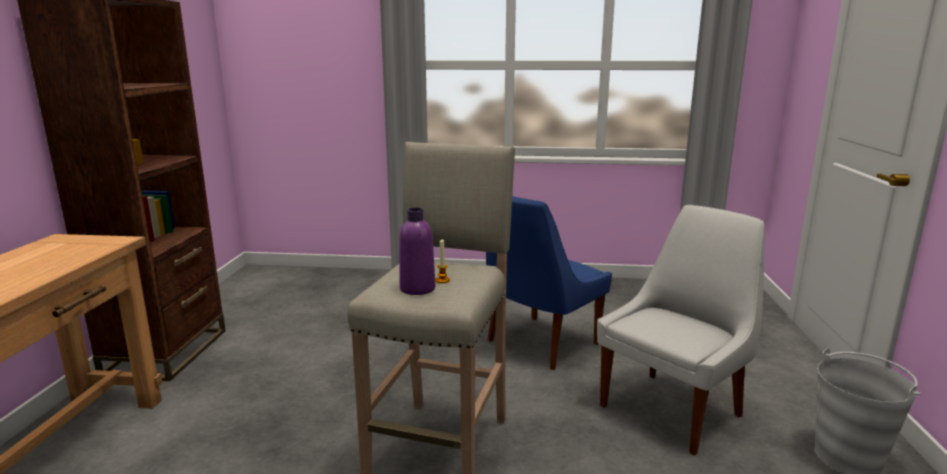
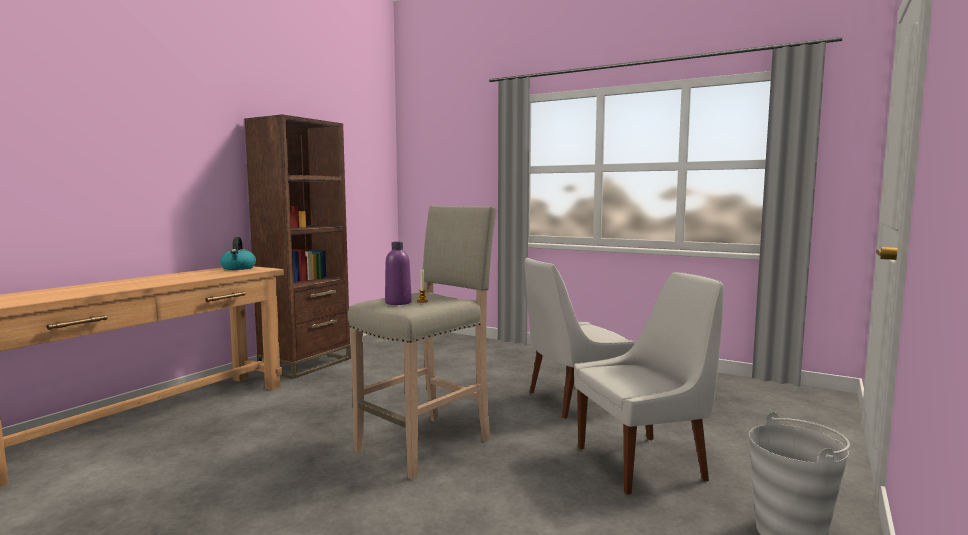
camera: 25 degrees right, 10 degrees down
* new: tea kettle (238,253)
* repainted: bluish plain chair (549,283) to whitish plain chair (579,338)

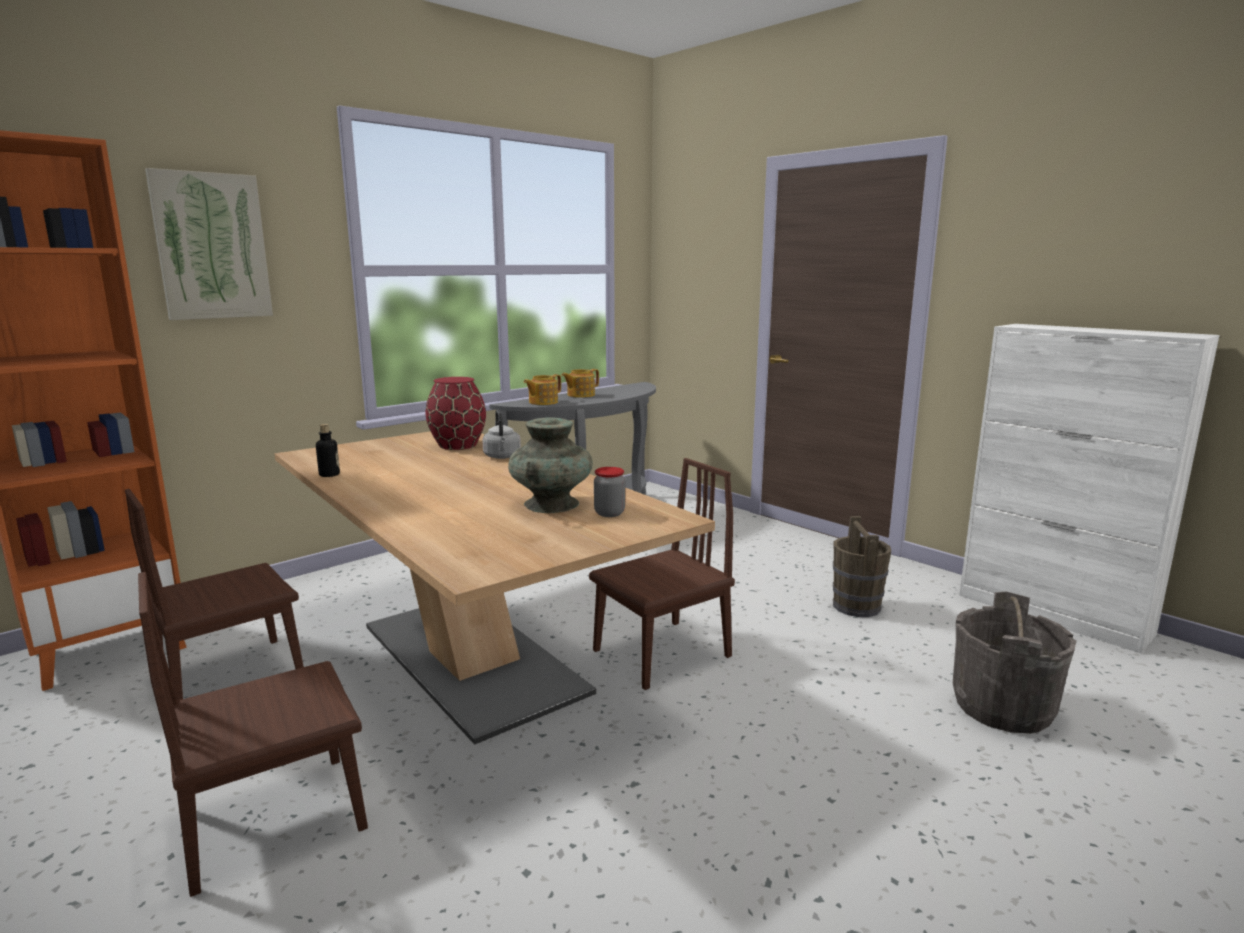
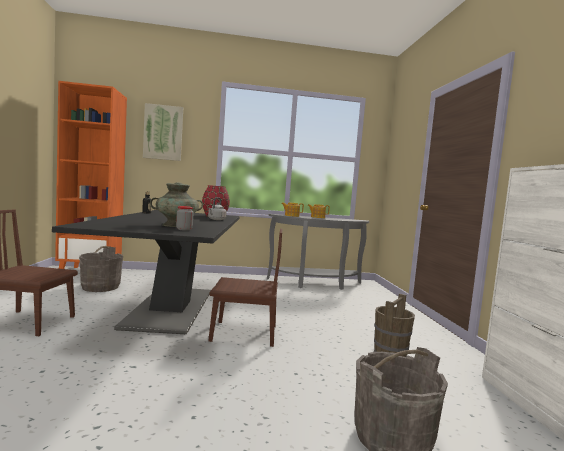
camera: 35 degrees right, 10 degrees down
* repainted: beige-coloured dinner table (495,588) to black-coloured dinner table (146,272)
* swapped: brown-coloured plain chair (214,594) to grey bucket (101,269)

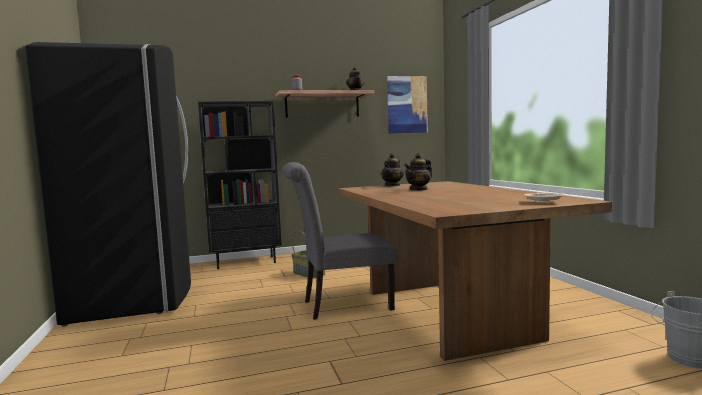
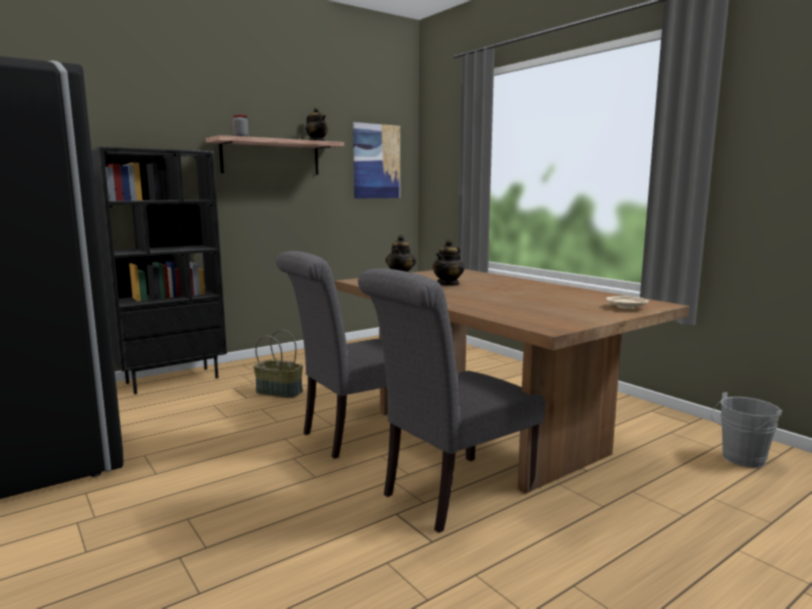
camera: 20 degrees left, 5 degrees up
* new: grey plain chair (451,400)

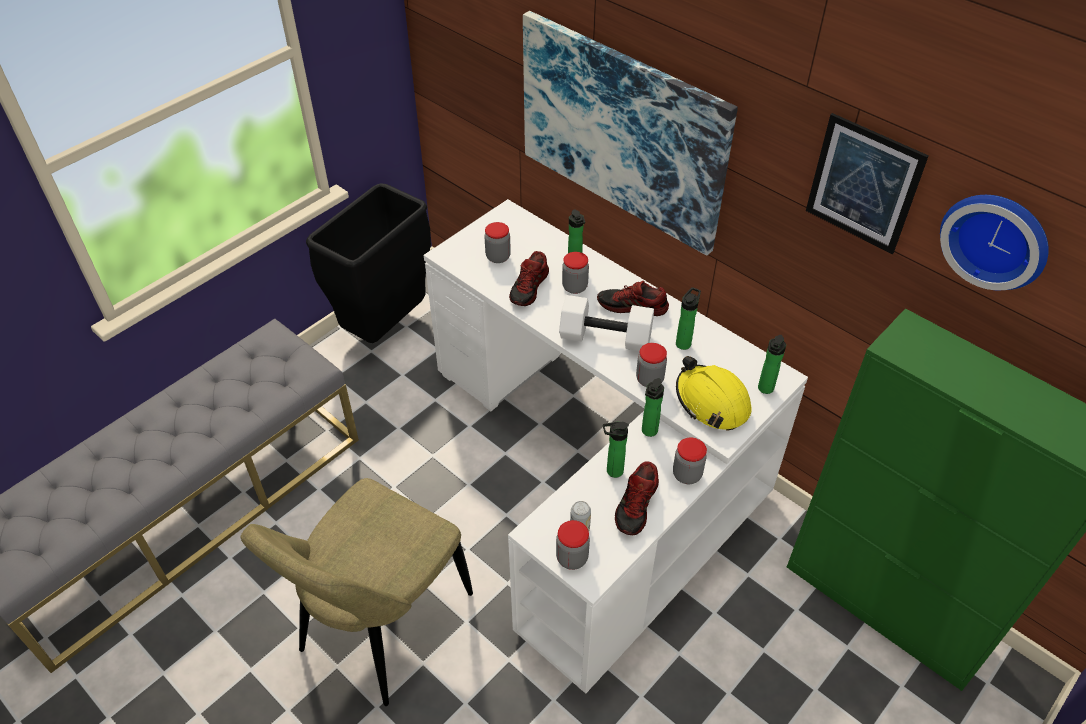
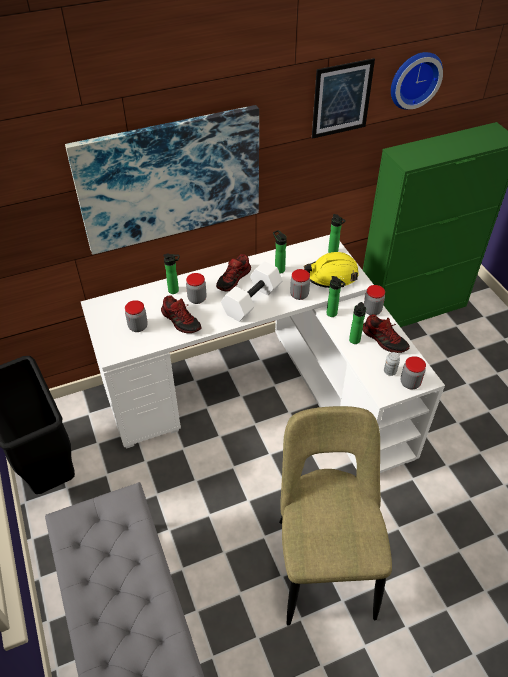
camera: 65 degrees left, 0 degrees up
* rotated: beige-coloured plain chair (357,592) = (335,516) 150 degrees counterclockwise

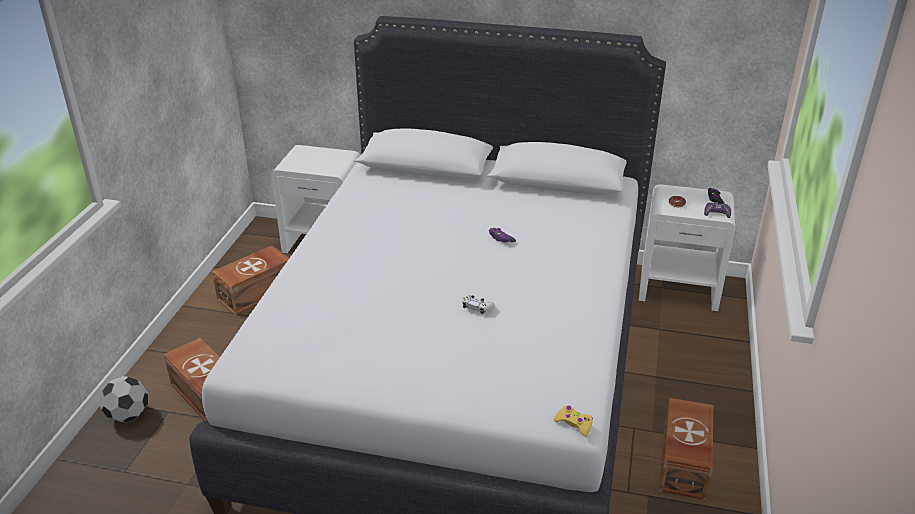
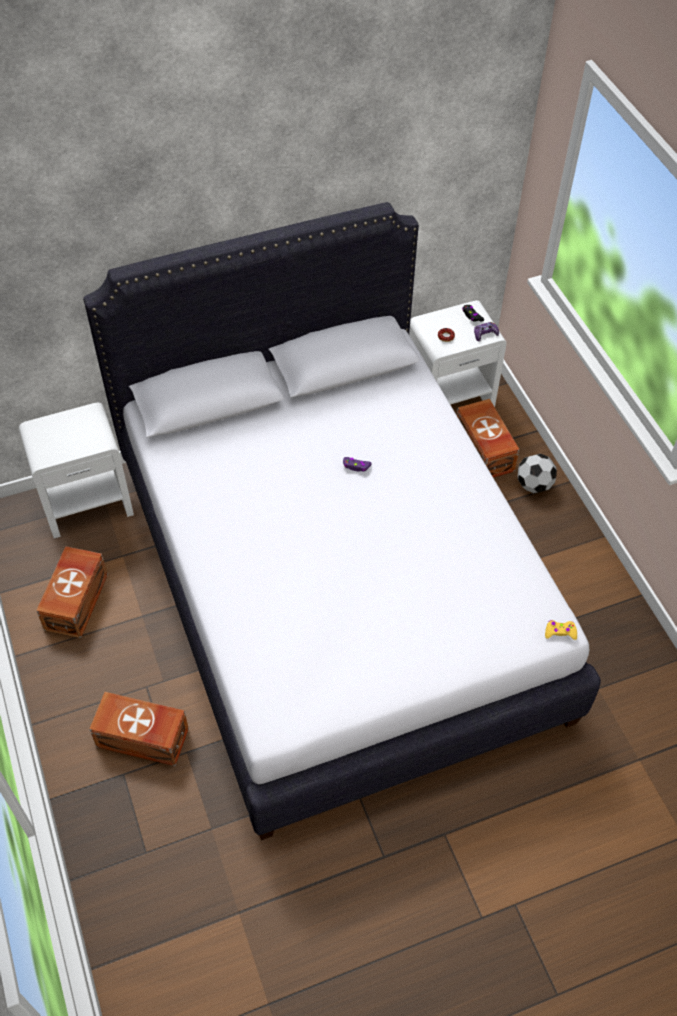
camera: 35 degrees left, 20 degrees up
* shifted: brown-coloured storage container (686,449) to (488,438)
* shifted: football (124,399) to (537,473)
* gone: whitish game controller (478,304)

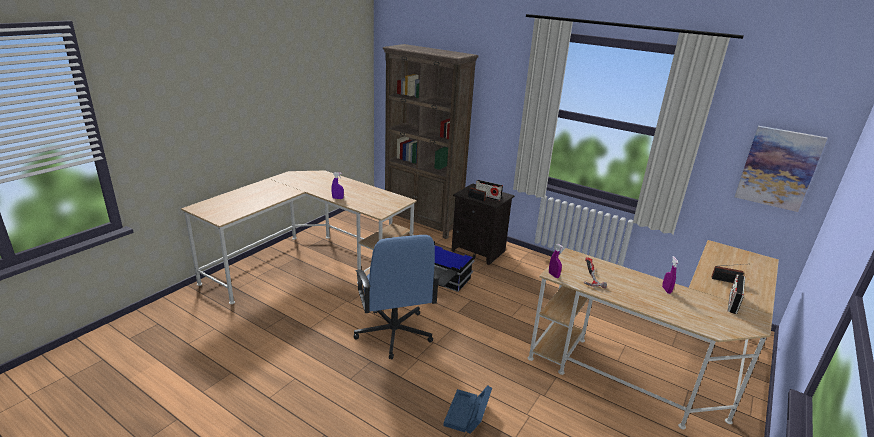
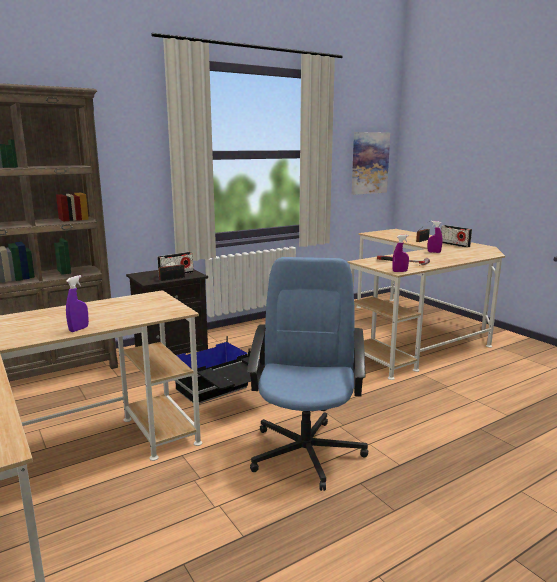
camera: 65 degrees left, 10 degrees down
* rotated: bluish desk chair (397,297) = (307,374) 90 degrees counterclockwise
* gone: bluish storage container (467,409)

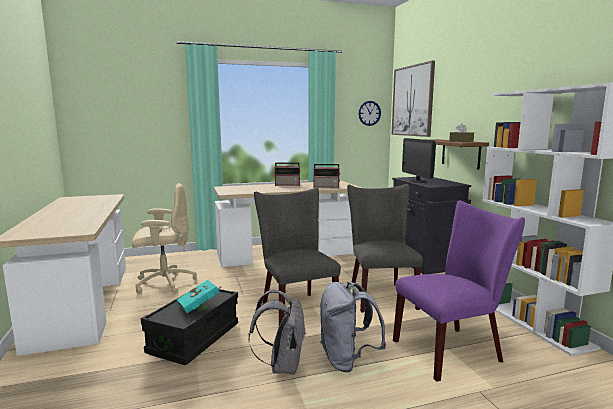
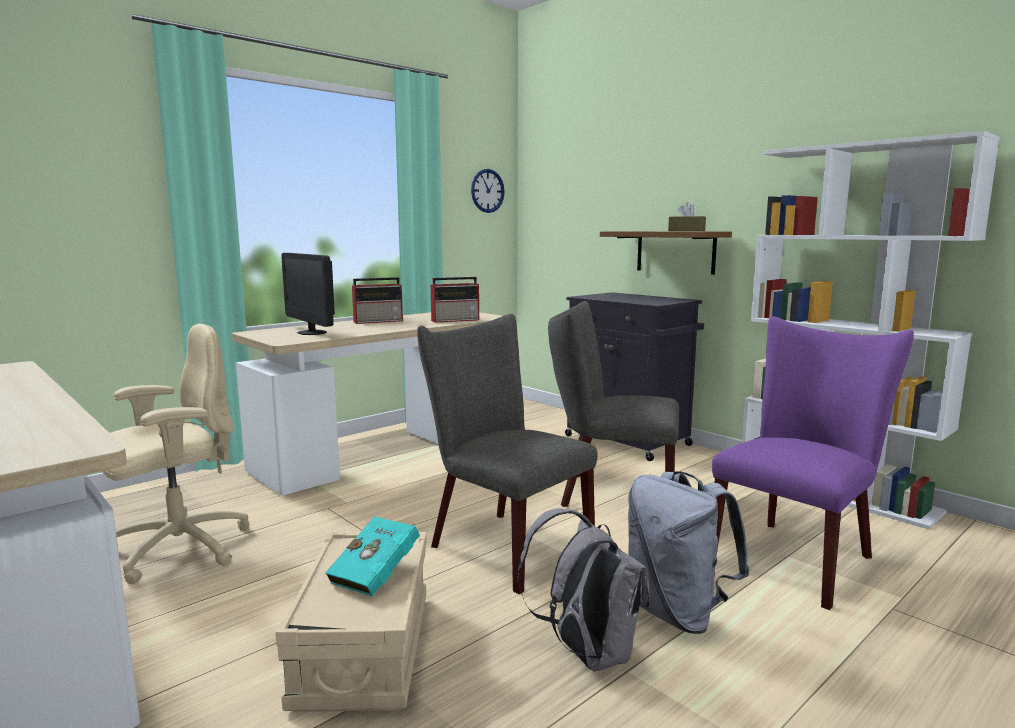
camera: 25 degrees left, 0 degrees up
* repainted: black-coloured storage container (189,325) to beige-coloured storage container (351,622)
* shifted: computer display (419,160) to (308,294)
* rotated: grey plain chair (385,248) = (613,404) 45 degrees counterclockwise
* gone: picture (413,99)

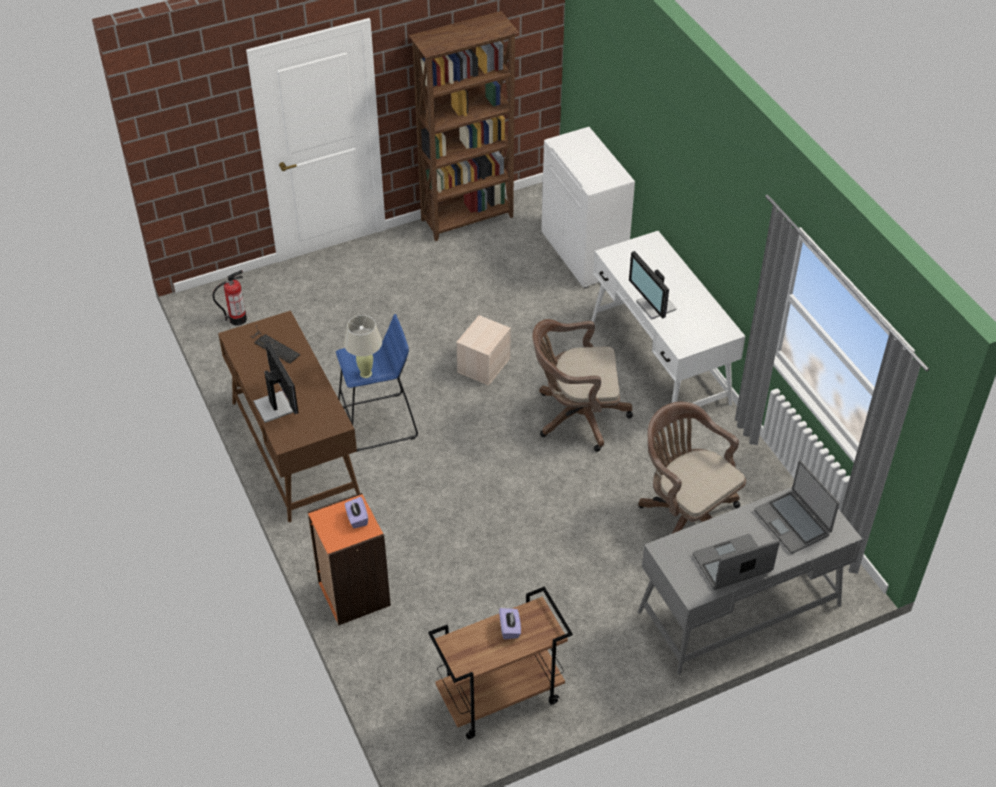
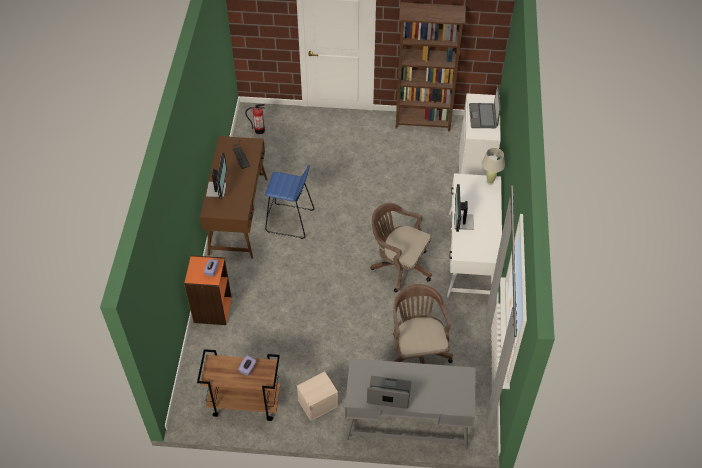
camera: 30 degrees right, 5 degrees up
* shifted: beige-coloured storage container (483,350) to (317,396)
* shifted: portable computer (796,507) to (485,106)
* shifted: beige-coloured table lamp (363,346) to (493,166)

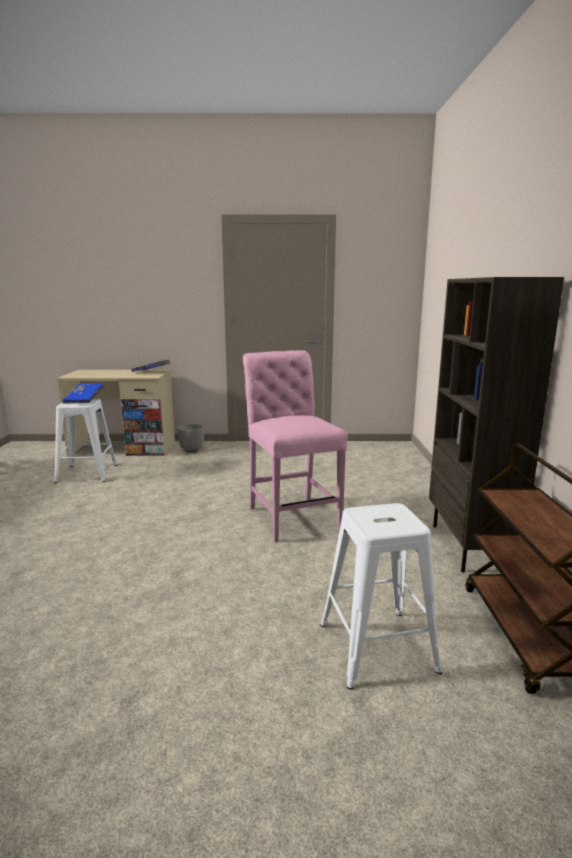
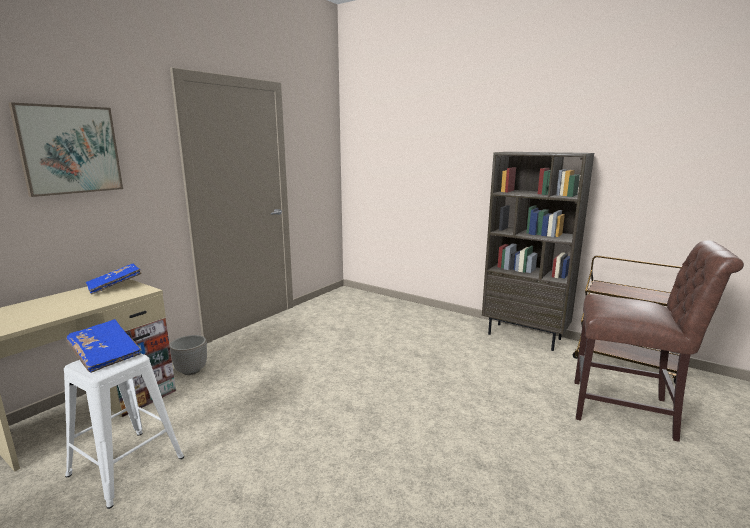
camera: 55 degrees left, 0 degrees up
* new: picture (66,149)
* swapped: whitish stool (381,596) to brown-coloured plain chair (659,341)
* gone: pinkish plain chair (295,446)

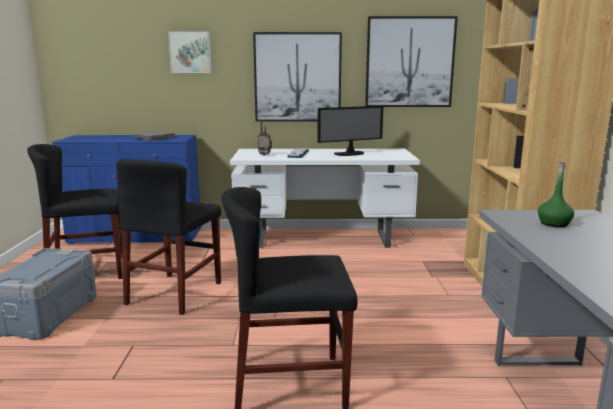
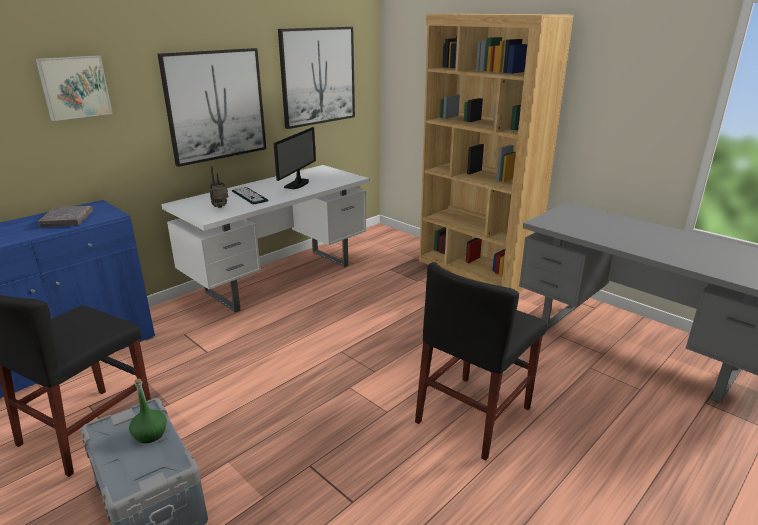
camera: 45 degrees left, 10 degrees up
* shifted: green-coloured drink bottle (556,194) to (148,411)
* gone: black-coloured plain chair (168,237)

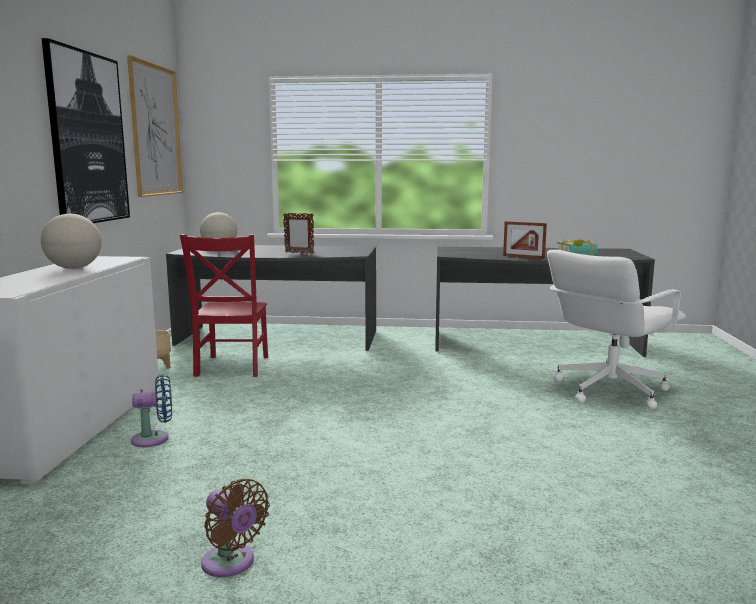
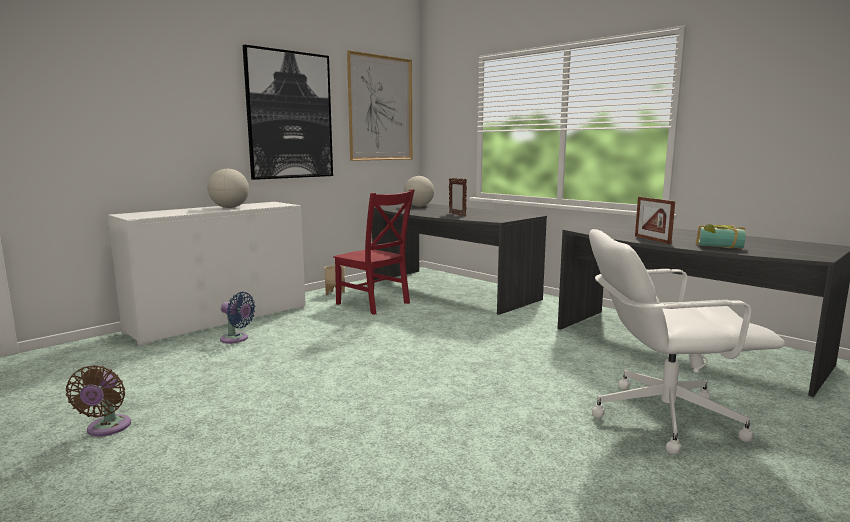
camera: 40 degrees right, 0 degrees up
* rotated: red plain chair (224,305) = (374,252) 90 degrees counterclockwise

